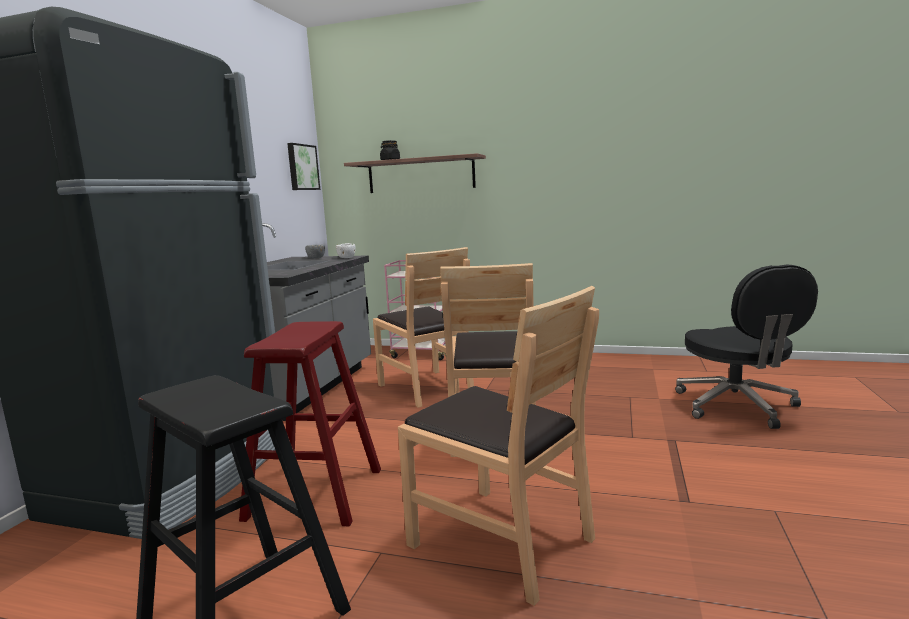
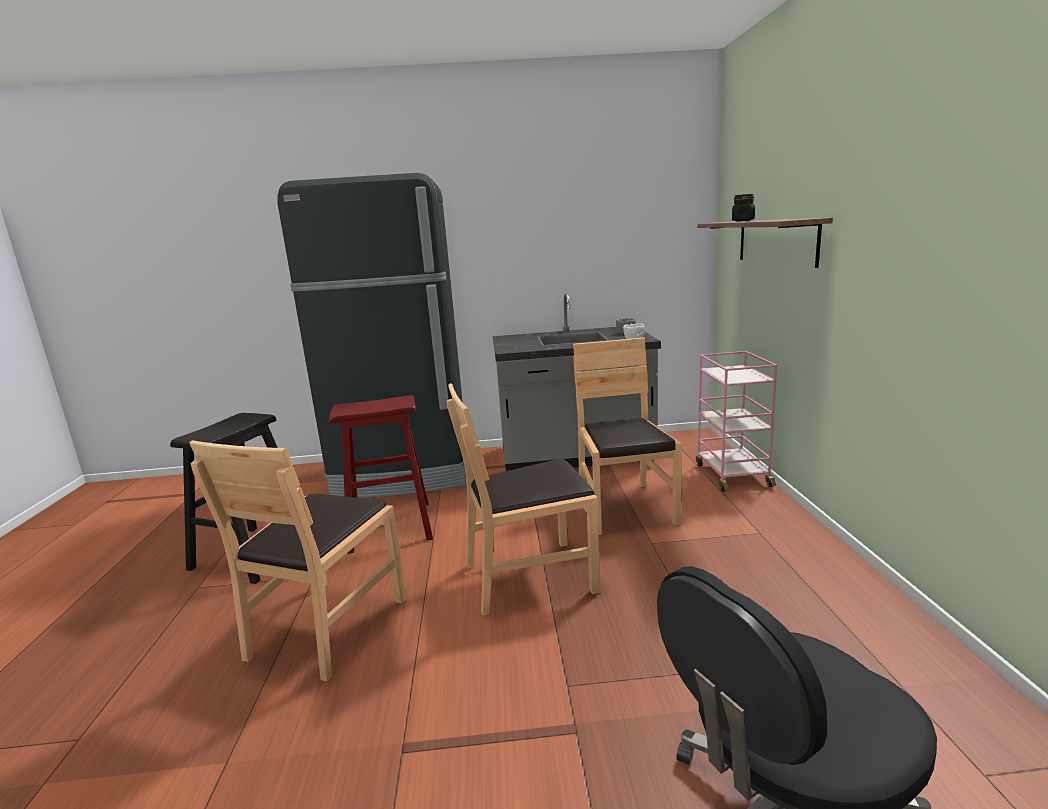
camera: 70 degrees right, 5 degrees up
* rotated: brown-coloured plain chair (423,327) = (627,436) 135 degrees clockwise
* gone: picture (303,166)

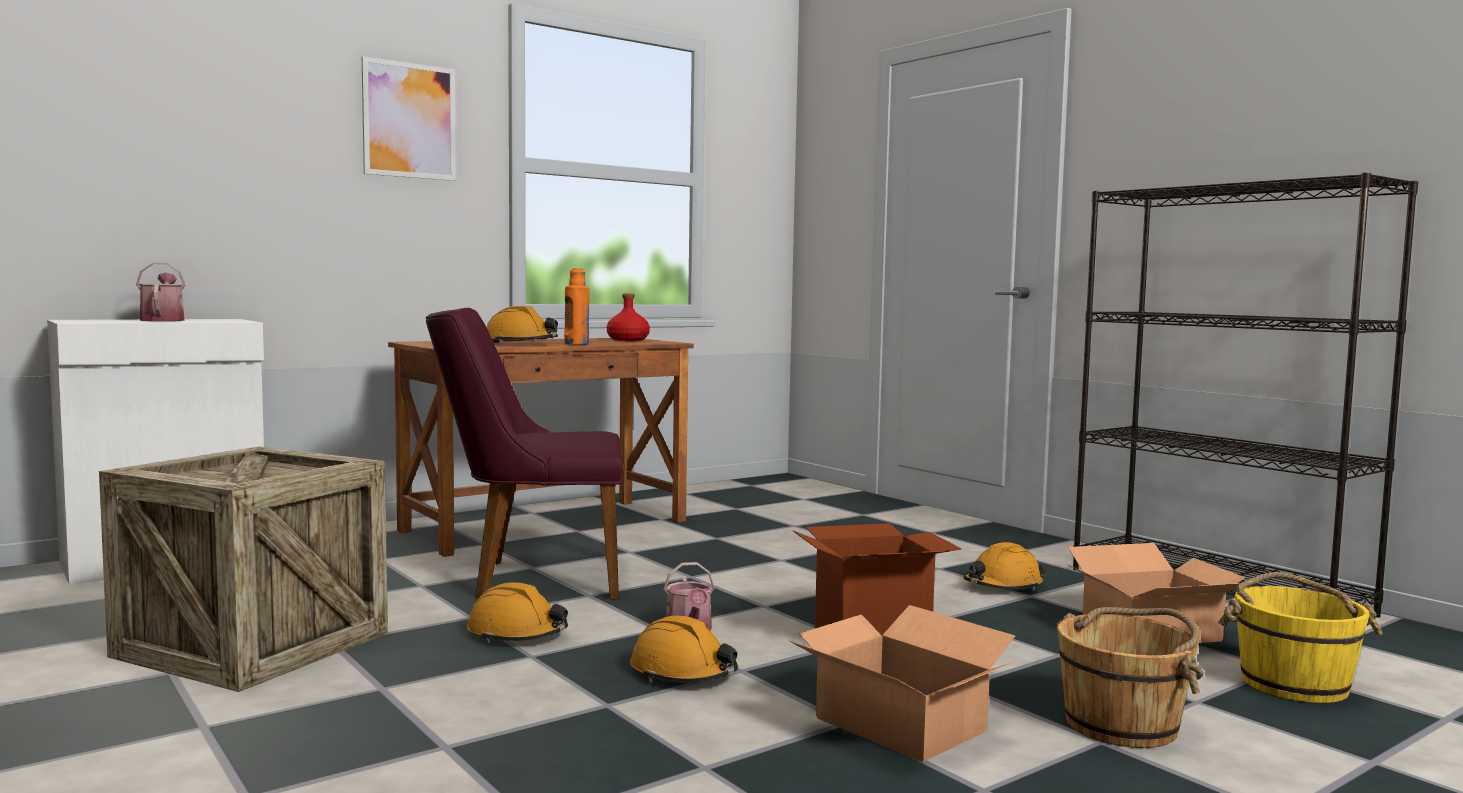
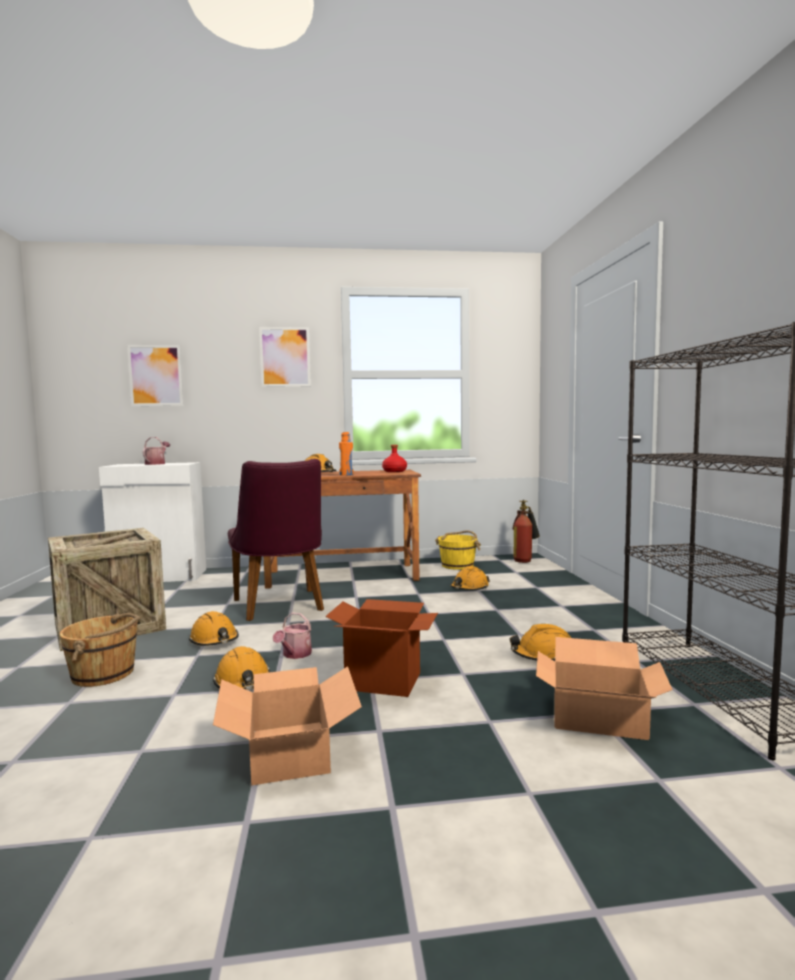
camera: 30 degrees right, 0 degrees up
* shifted: brown-coloured bucket (1130,677) to (100,650)
* new: picture (155,375)
* rotated: purple plain chair (524,454) = (276,540) 135 degrees counterclockwise
* shifted: yellow bucket (1300,637) to (458,550)
* new: orange safety helmet (470,578)
* new: extinguisher (526,531)

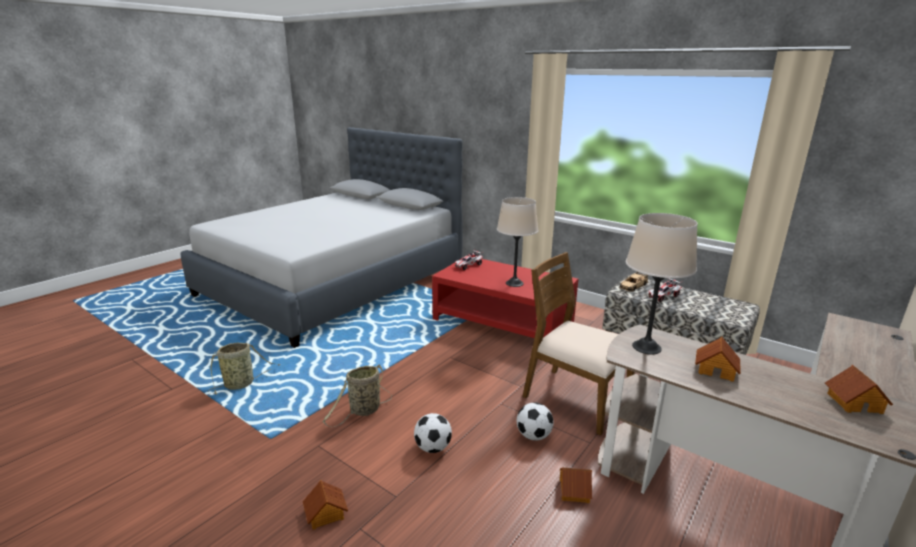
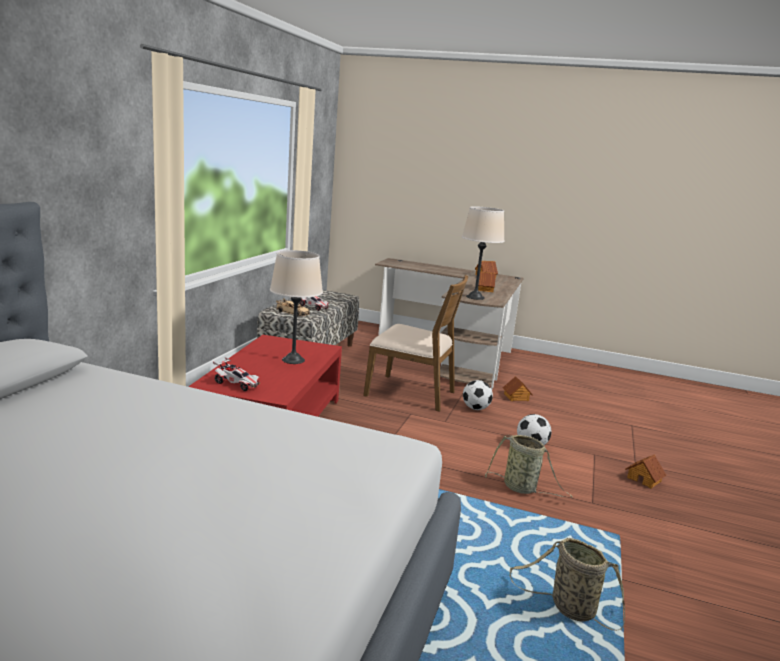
camera: 110 degrees left, 5 degrees down
* rotated: brown-coloured plain chair (578,344) = (416,343) 90 degrees counterclockwise

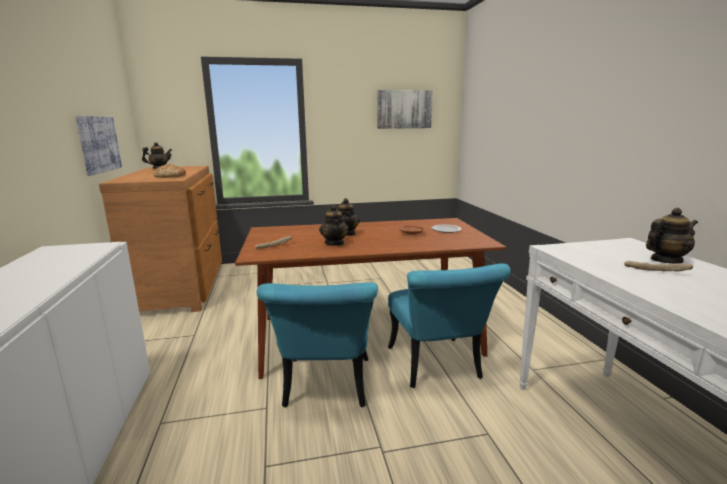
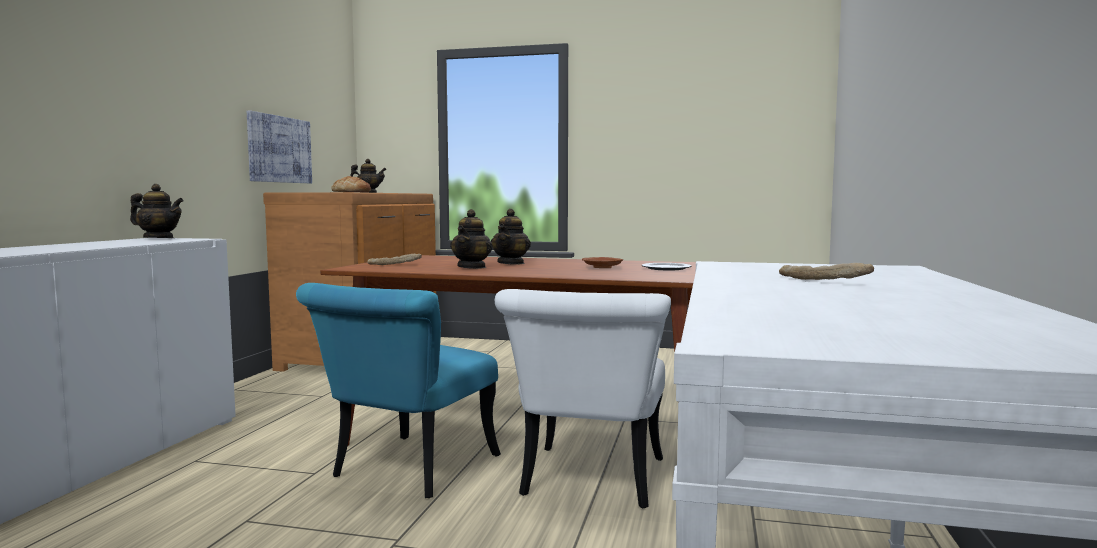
camera: 25 degrees right, 10 degrees down
* shifted: tea pot (672,236) to (157,211)
* repainted: turquoise-coloured plain chair (449,325) to whitish plain chair (583,398)
* gone: picture (405,109)

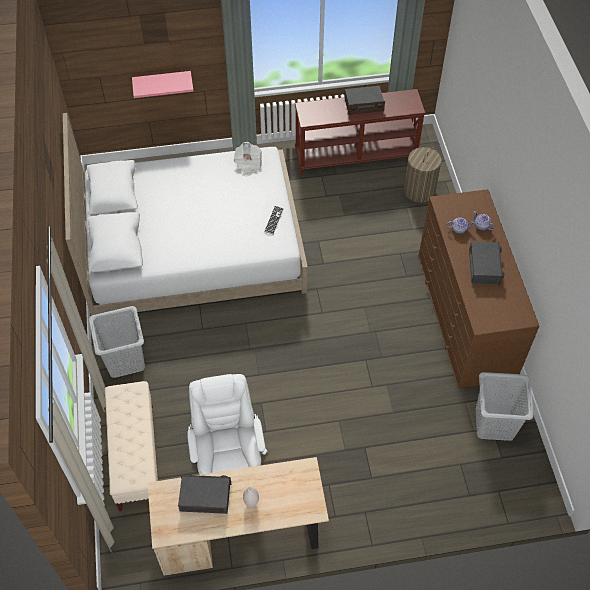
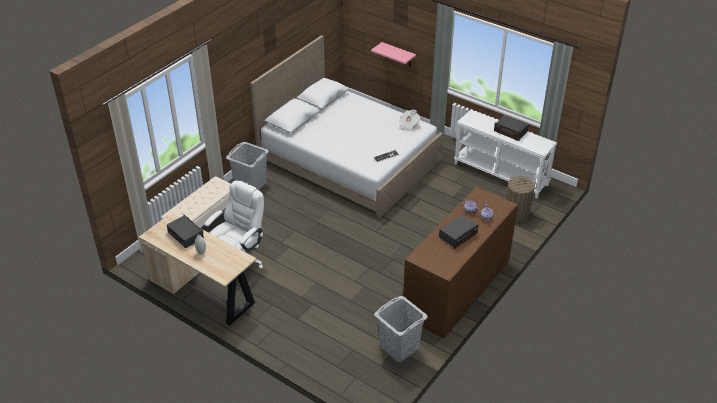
camera: 45 degrees right, 15 degrees down
* repainted: brown-coloured console table (360,132) to whitish console table (505,154)

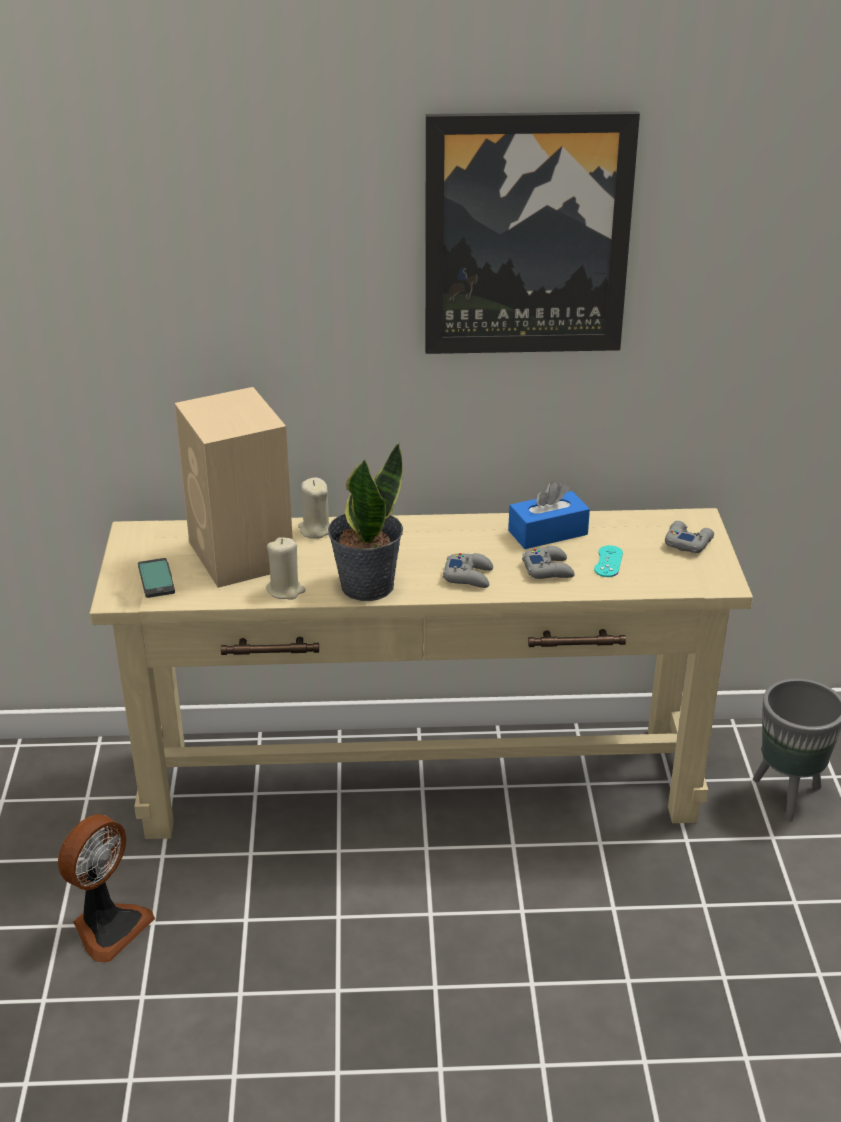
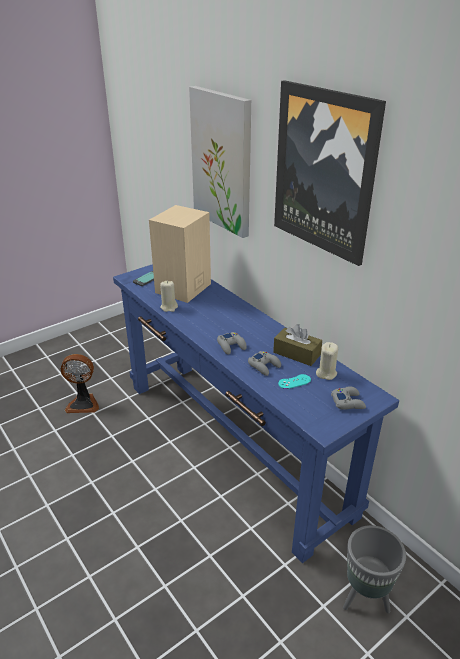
camera: 55 degrees right, 0 degrees up
* repainted: beige-coloured console table (421,673) to bluish console table (256,413)
* new: picture (220,162)
* repainted: bluish box of tissues (549,515) to brown-coloured box of tissues (297,345)
* shifted: beige-coloured candle (314,508) to (327,361)
* gone: potted plant (365,521)

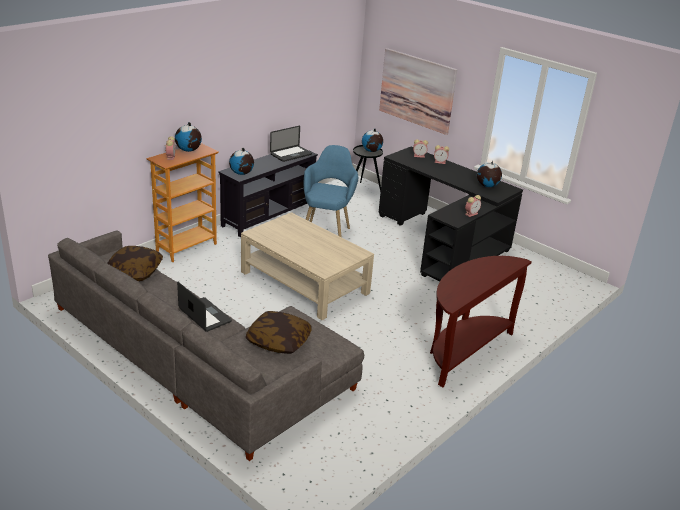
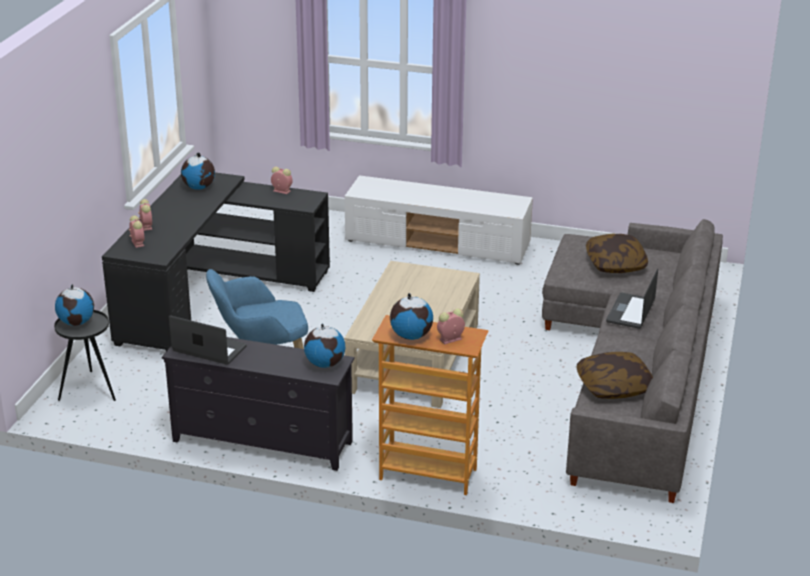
camera: 115 degrees left, 0 degrees up
* swapped: brown-coloured console table (481,321) to whitish tv unit (438,220)
* gone: picture (418,91)

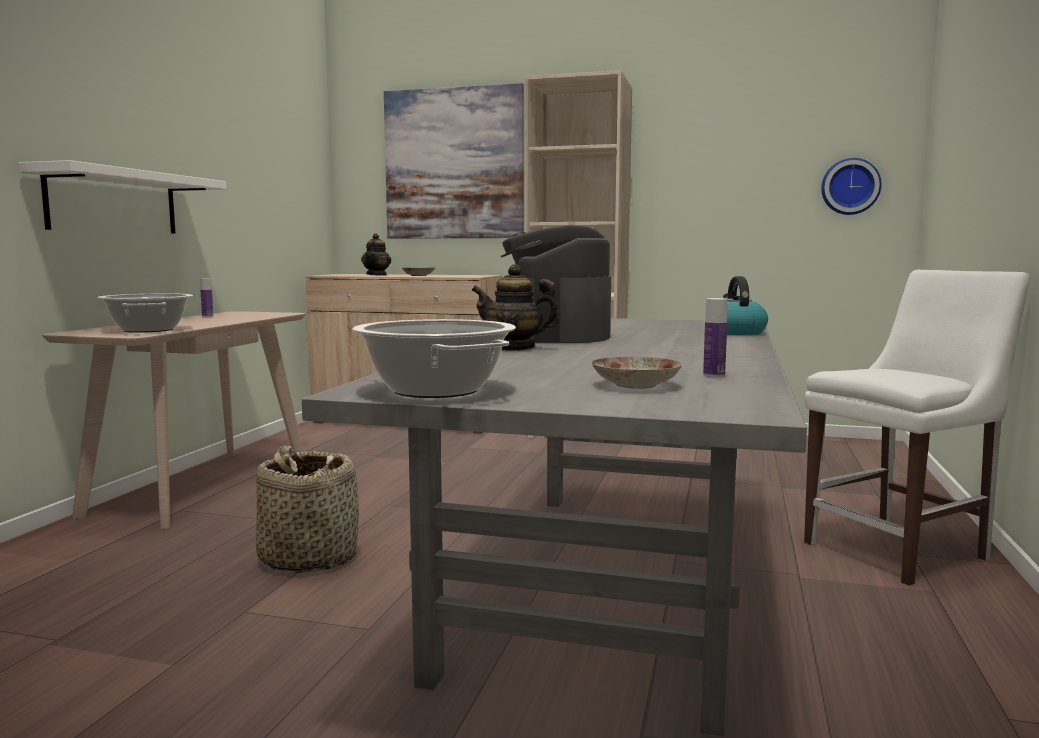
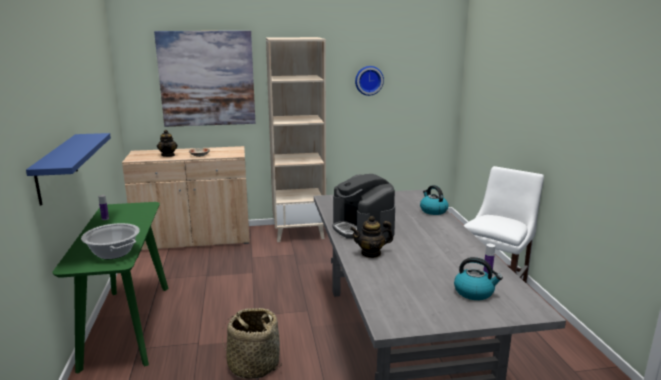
camera: 25 degrees left, 10 degrees up
* repainted: whitish shelf (122,197) to bluish shelf (68,169)
* repainted: beige-coloured console table (173,420) to green-coloured console table (110,287)
* shifted: clock on the wall (851,186) to (369,81)
* swapped: flat dish (637,373) to tea kettle (478,278)
* gone: stockpot (434,358)

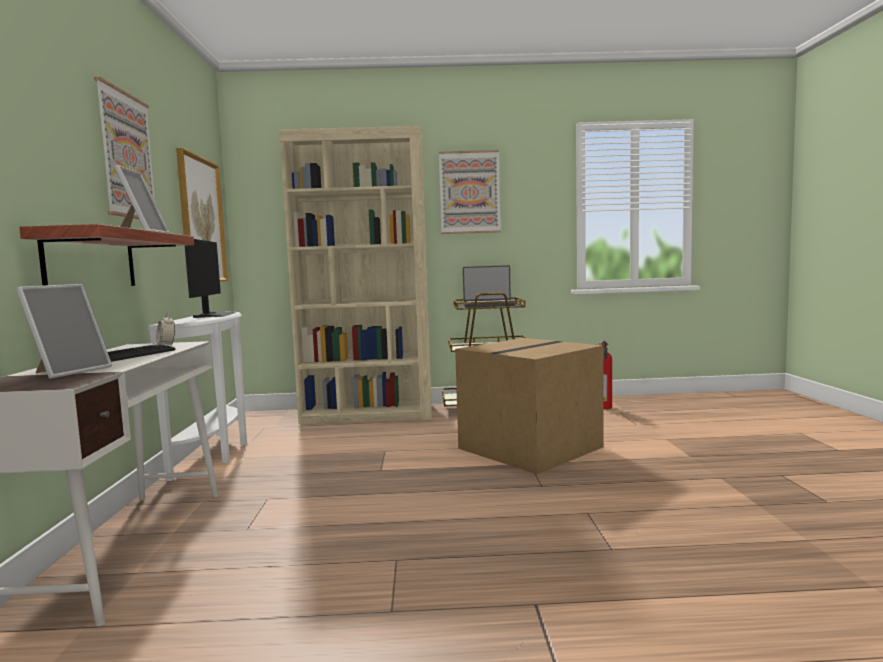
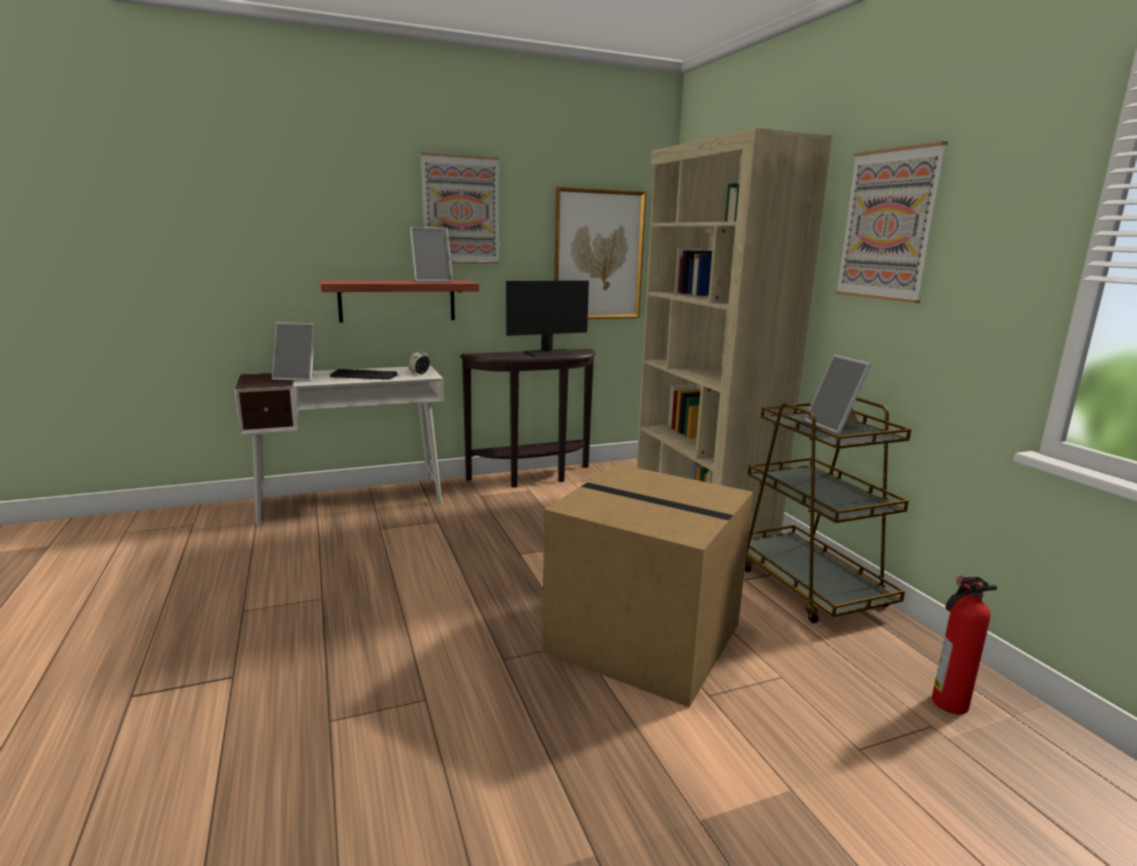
camera: 70 degrees right, 10 degrees up
* repainted: whitish console table (197,396) to brown-coloured console table (528,418)
* swapped: portable computer (489,286) to standing frame (838,394)

